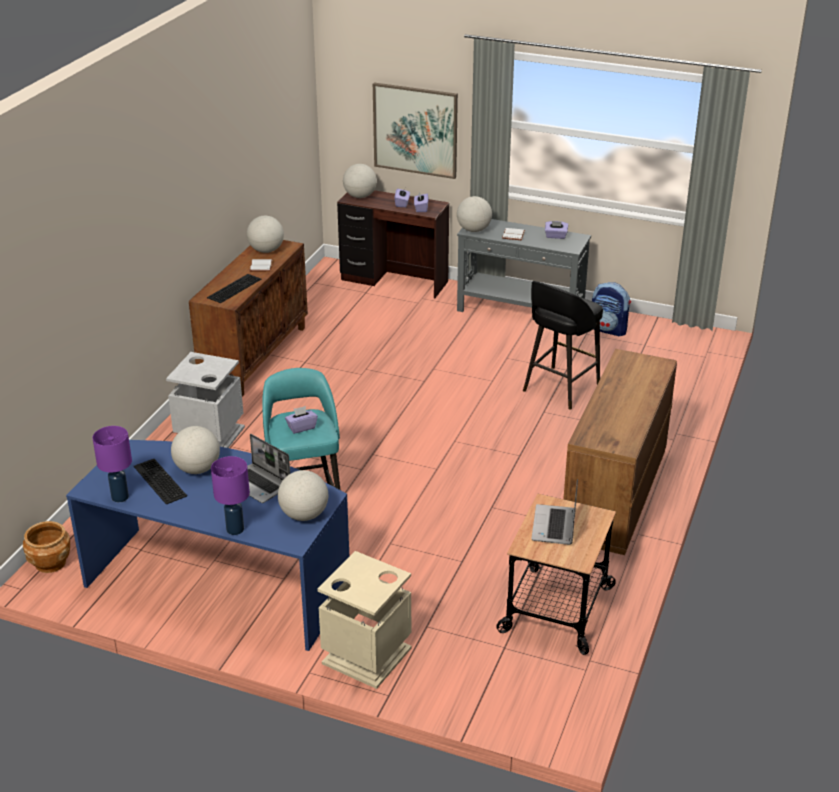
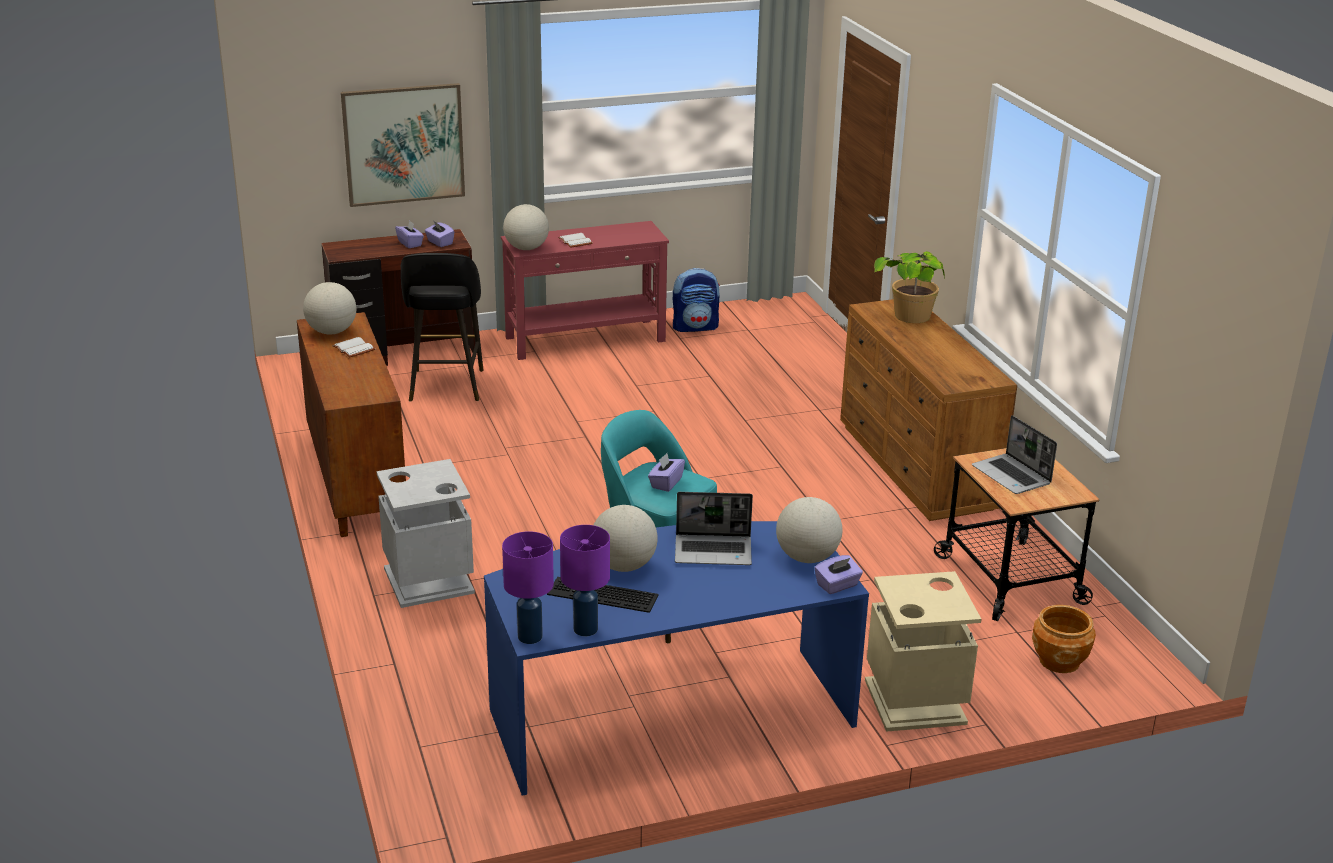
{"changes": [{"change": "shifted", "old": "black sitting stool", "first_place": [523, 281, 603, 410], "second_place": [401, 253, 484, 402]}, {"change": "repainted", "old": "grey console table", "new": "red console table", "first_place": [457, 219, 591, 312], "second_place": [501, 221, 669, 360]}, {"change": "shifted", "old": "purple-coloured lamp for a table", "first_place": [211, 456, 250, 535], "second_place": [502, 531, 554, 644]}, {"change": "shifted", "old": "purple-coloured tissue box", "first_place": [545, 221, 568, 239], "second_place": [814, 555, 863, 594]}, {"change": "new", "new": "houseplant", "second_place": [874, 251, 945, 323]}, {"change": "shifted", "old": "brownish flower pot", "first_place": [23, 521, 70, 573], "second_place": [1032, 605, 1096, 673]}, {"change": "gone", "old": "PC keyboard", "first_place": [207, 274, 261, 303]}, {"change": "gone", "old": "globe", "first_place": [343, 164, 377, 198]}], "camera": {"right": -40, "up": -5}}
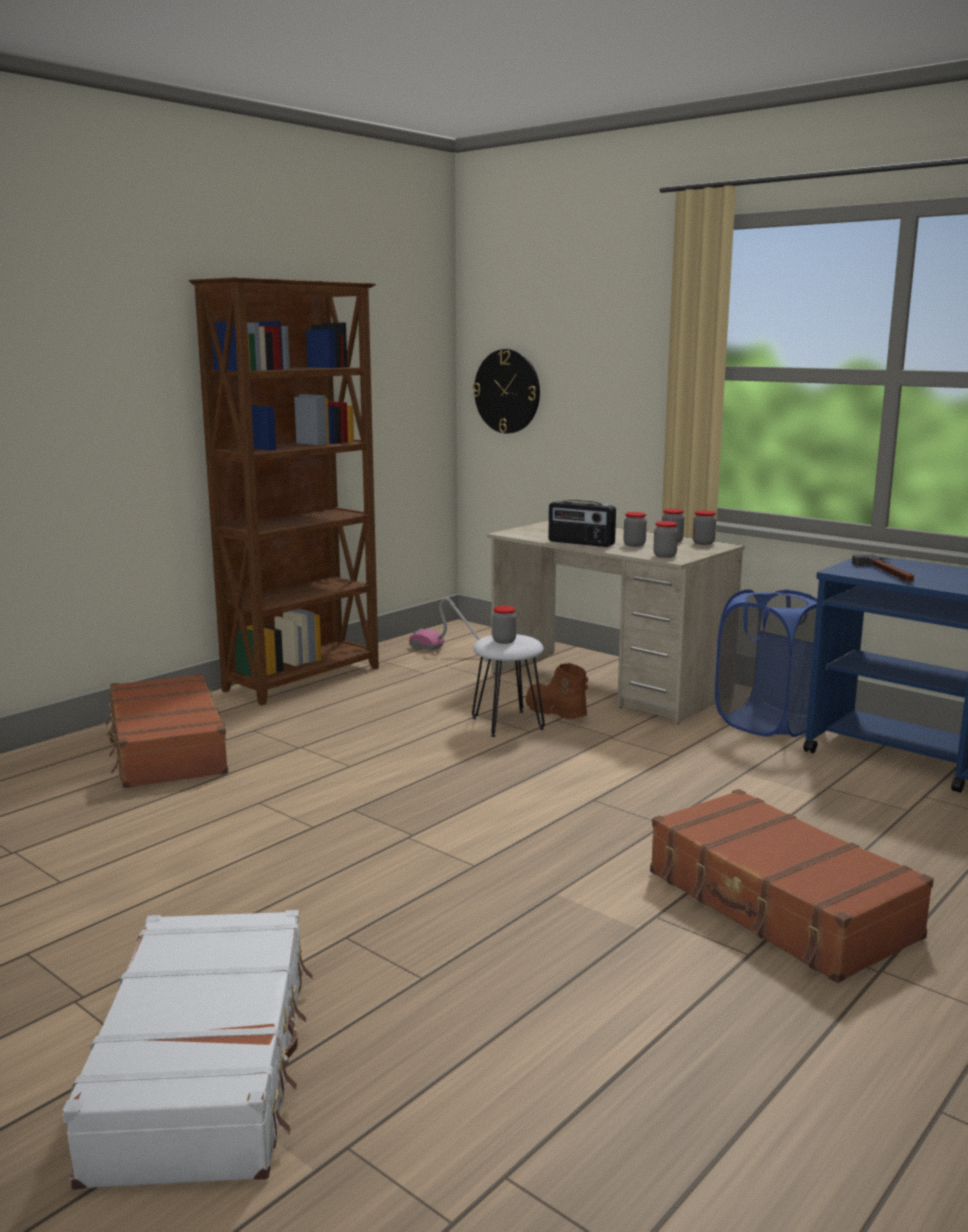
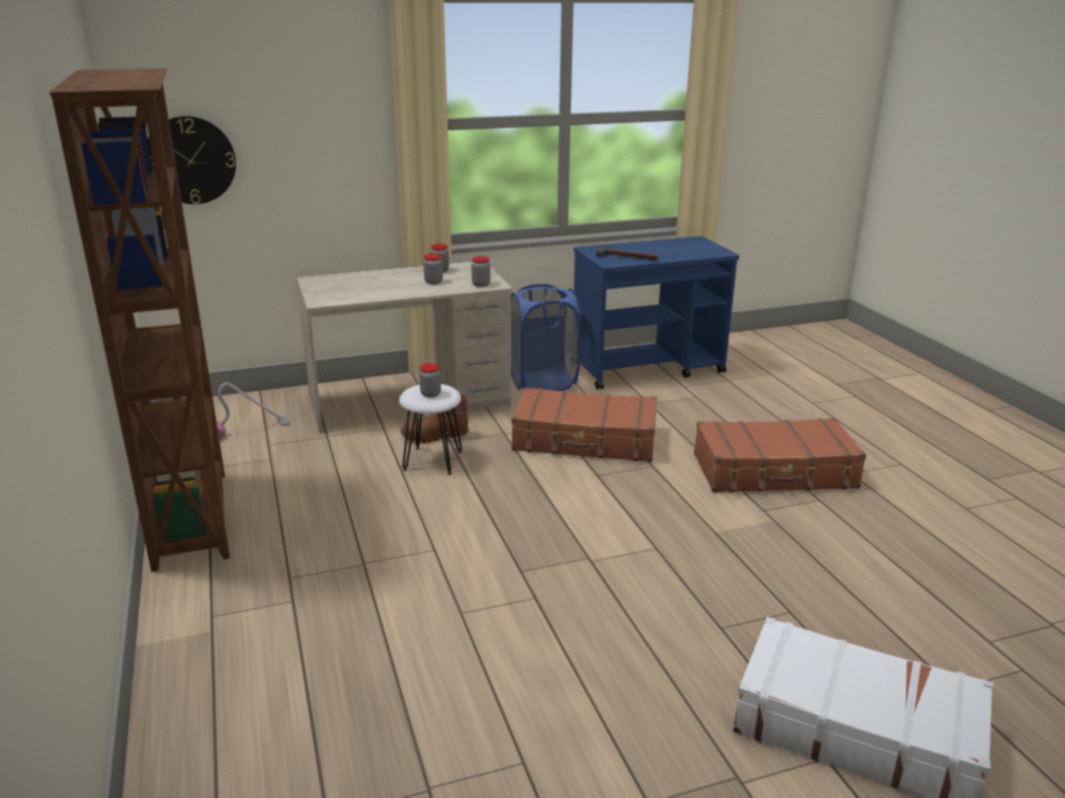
{"changes": [{"change": "shifted", "old": "brownish piece of luggage", "first_place": [106, 674, 228, 788], "second_place": [512, 387, 657, 462]}, {"change": "gone", "old": "radio", "first_place": [548, 500, 616, 547]}, {"change": "gone", "old": "preserve jar", "first_place": [693, 510, 716, 545]}], "camera": {"right": -60, "up": 10}}
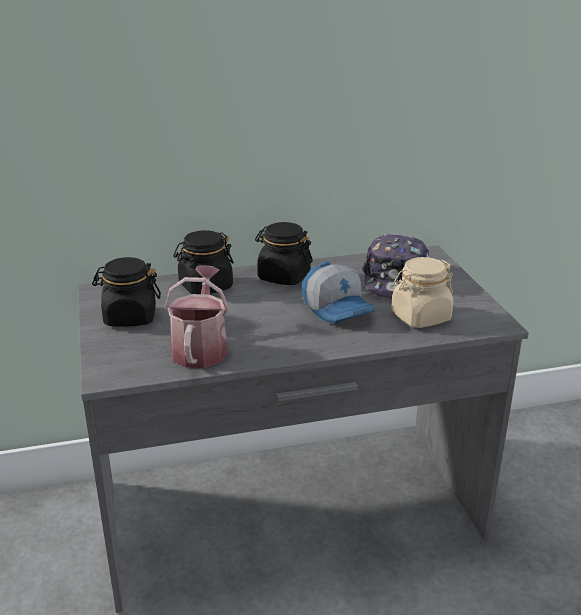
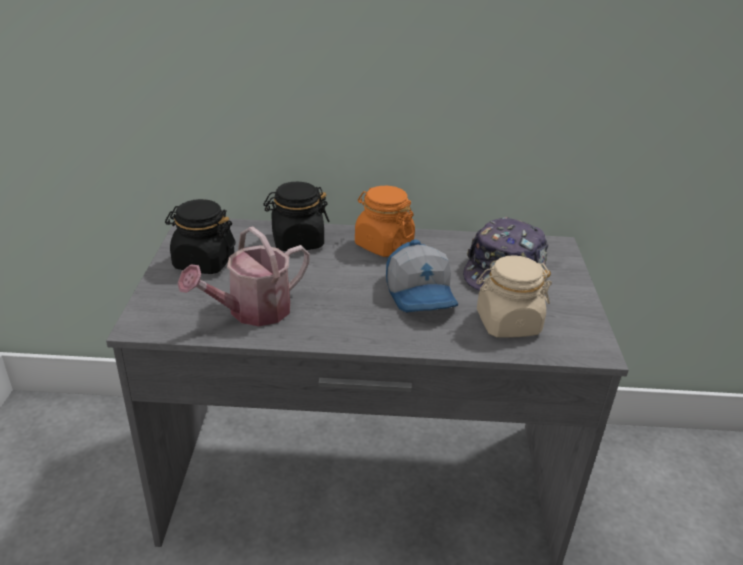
{"changes": [{"change": "rotated", "old": "watering can", "first_place": [164, 265, 229, 368], "second_place": [177, 226, 310, 326], "degrees": -150}, {"change": "repainted", "old": "black preserve jar", "new": "orangey preserve jar", "first_place": [255, 222, 313, 285], "second_place": [355, 186, 415, 257]}], "camera": {"right": 15, "up": 5}}
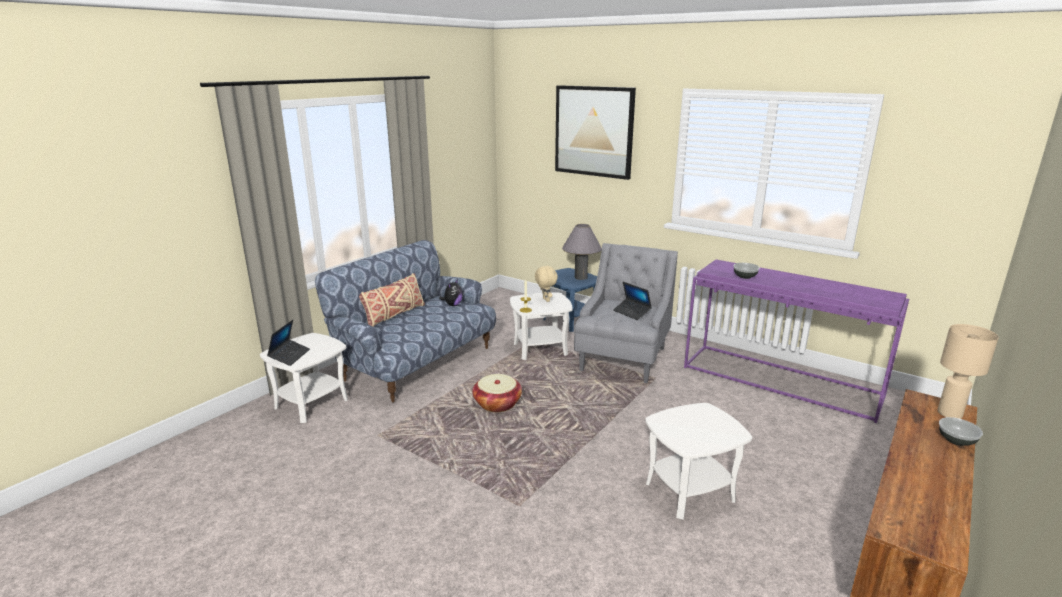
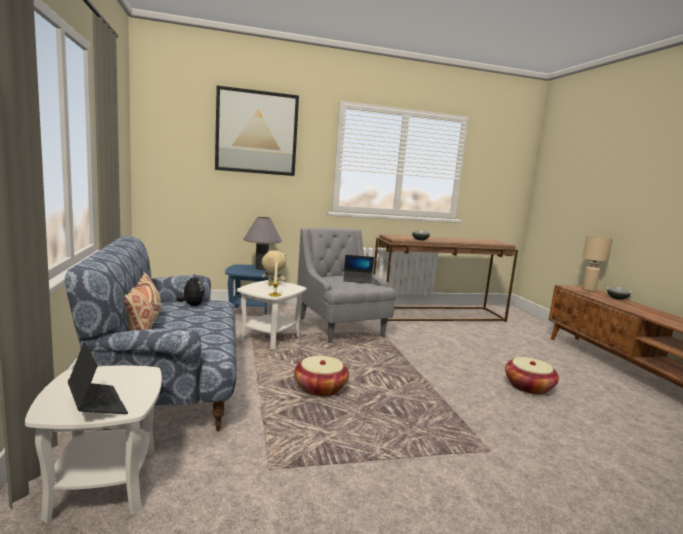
{"changes": [{"change": "repainted", "old": "purple-coloured console table", "new": "brownish console table", "first_place": [684, 260, 909, 423], "second_place": [373, 234, 518, 322]}, {"change": "swapped", "old": "whitish end table", "new": "basket", "first_place": [645, 403, 752, 520], "second_place": [505, 357, 559, 395]}], "camera": {"right": -50, "up": -10}}
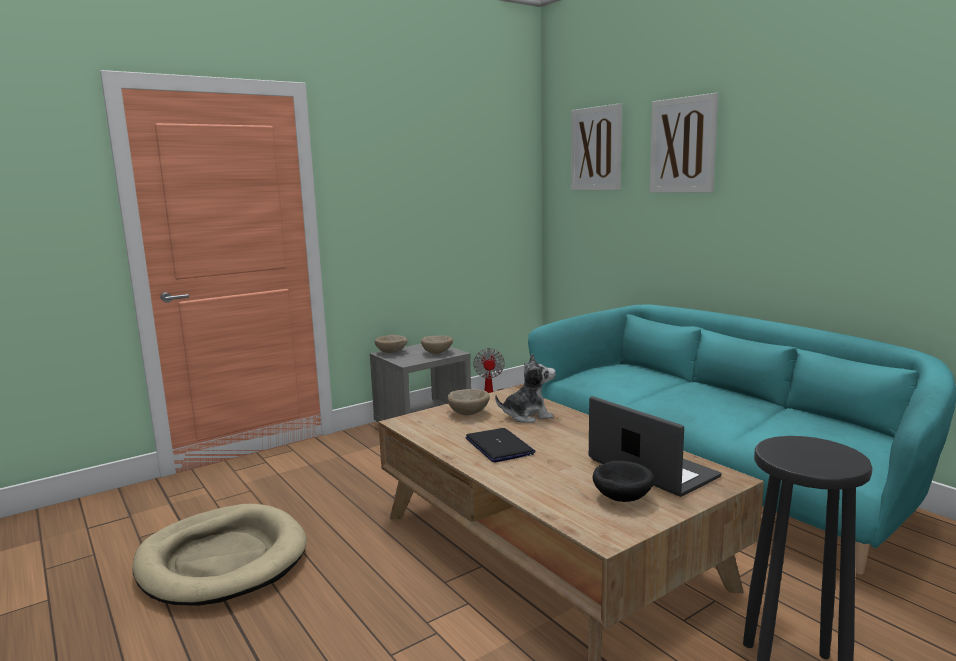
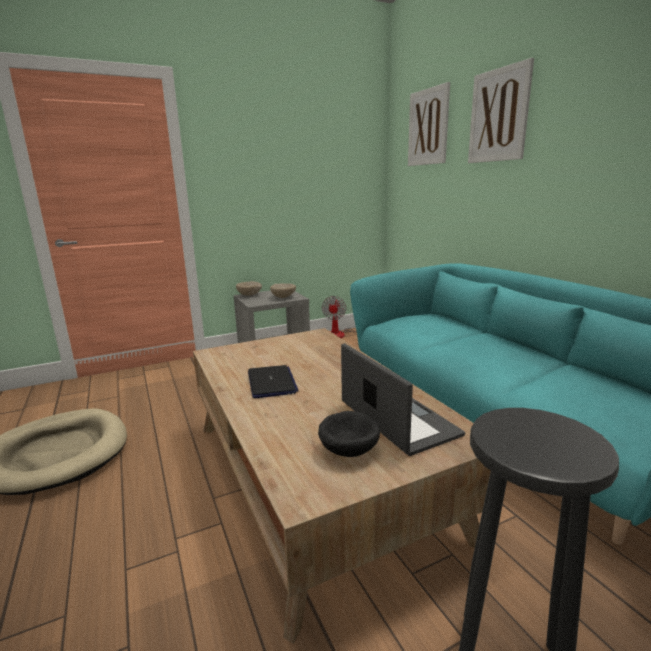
{"changes": [{"change": "gone", "old": "beige serving bowl", "first_place": [447, 389, 490, 415]}, {"change": "gone", "old": "plush toy", "first_place": [495, 353, 556, 423]}], "camera": {"right": 10, "up": 5}}
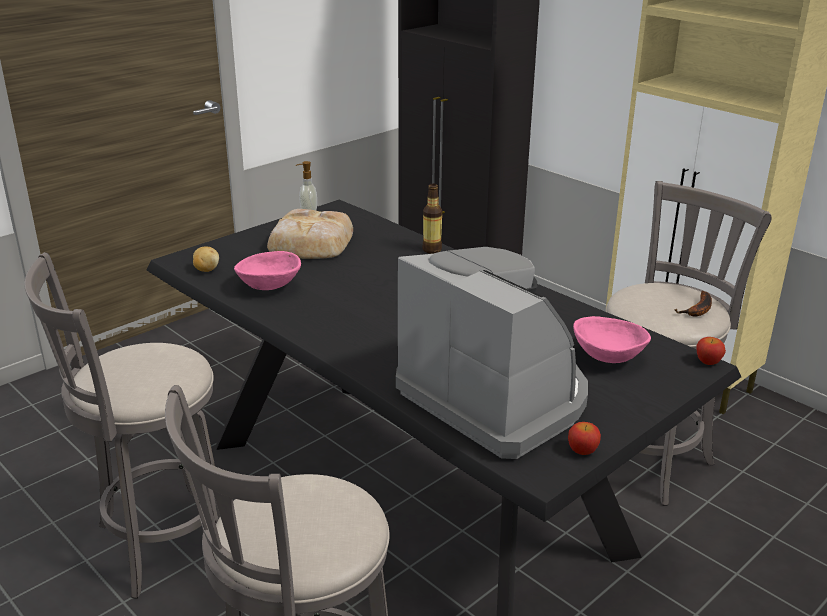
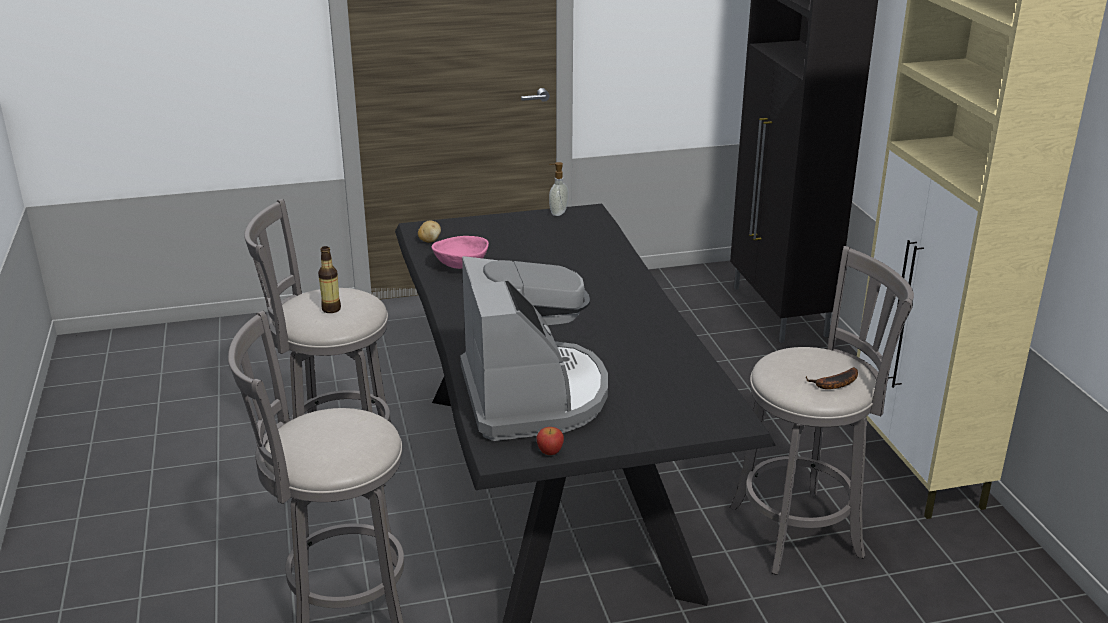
{"changes": [{"change": "shifted", "old": "drink bottle", "first_place": [422, 183, 442, 254], "second_place": [318, 246, 341, 313]}, {"change": "gone", "old": "bakery bread", "first_place": [267, 209, 353, 259]}, {"change": "gone", "old": "pinkish serving bowl", "first_place": [573, 316, 651, 363]}, {"change": "gone", "old": "whole apple", "first_place": [696, 337, 726, 365]}], "camera": {"right": 30, "up": 0}}
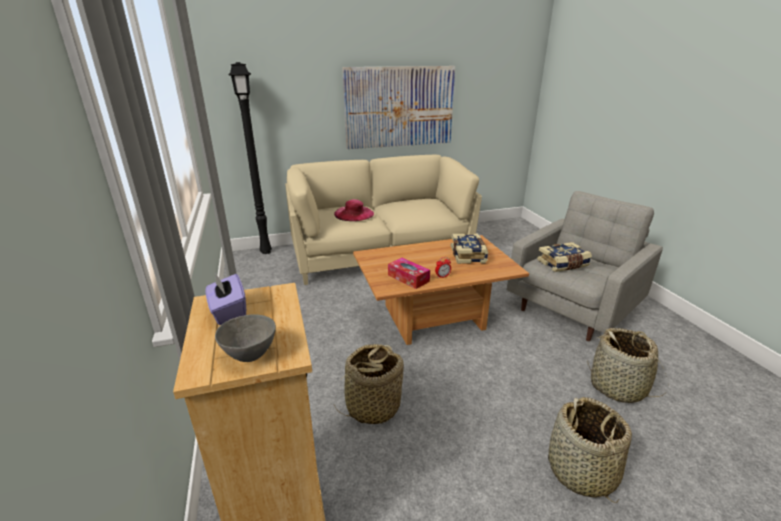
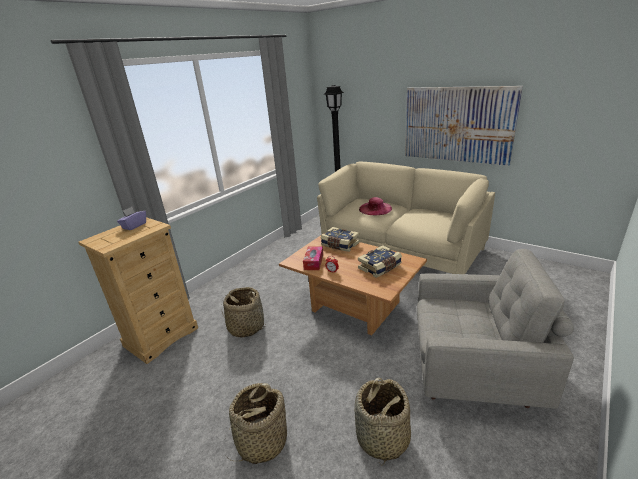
{"changes": [{"change": "shifted", "old": "book", "first_place": [537, 242, 592, 272], "second_place": [321, 227, 360, 252]}, {"change": "gone", "old": "grey serving bowl", "first_place": [215, 314, 276, 362]}], "camera": {"right": 55, "up": 0}}
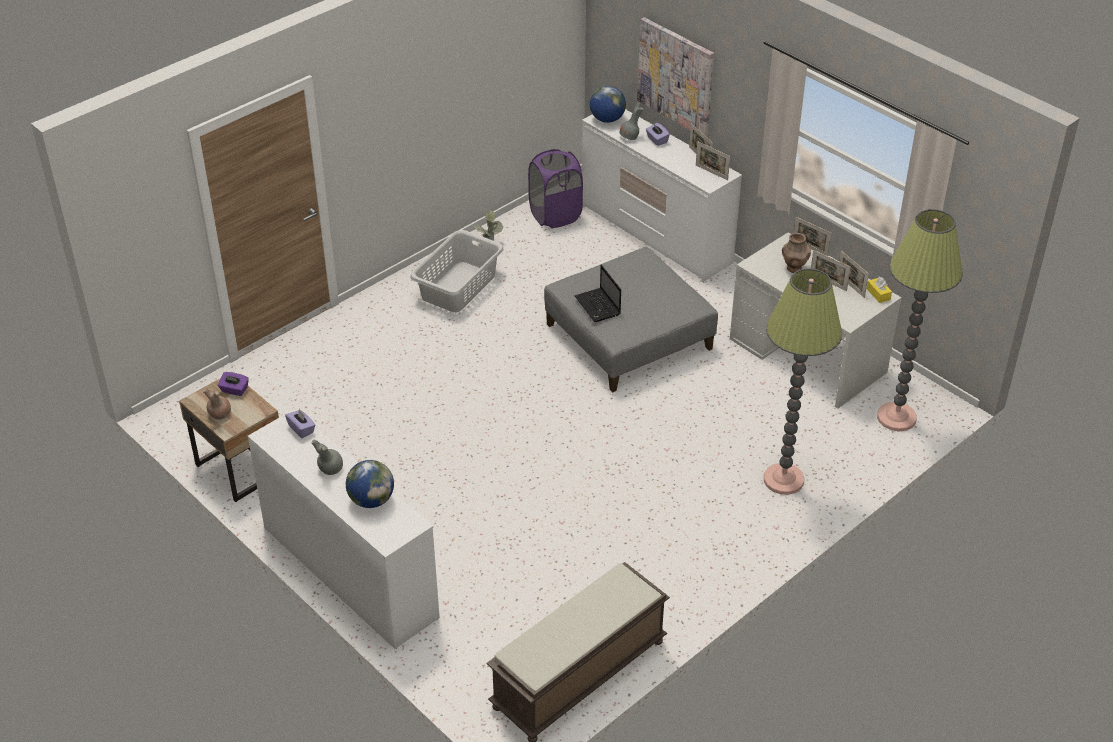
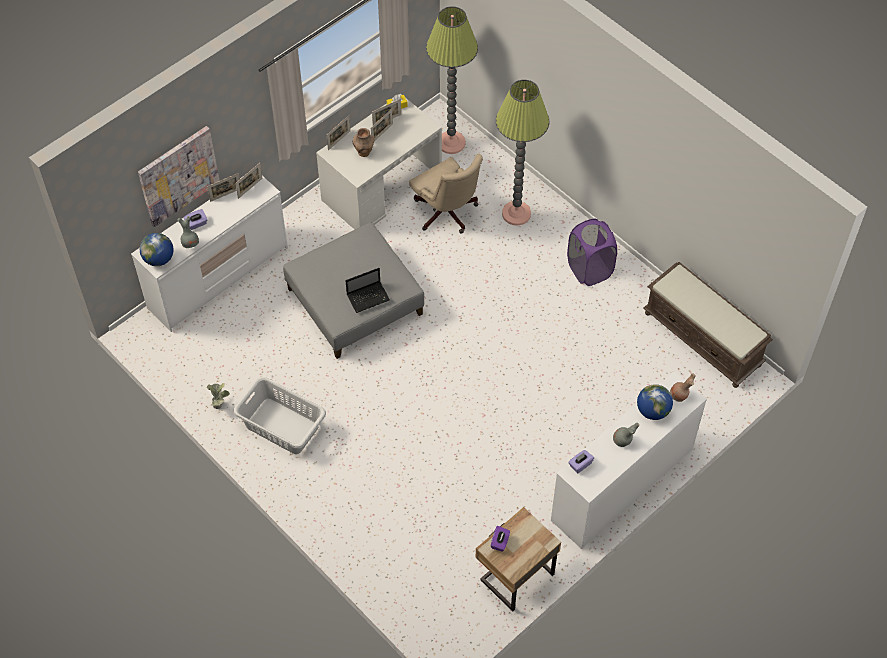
{"changes": [{"change": "new", "new": "beige desk chair", "second_place": [409, 154, 483, 234]}, {"change": "shifted", "old": "purple-coloured laundry basket", "first_place": [528, 149, 583, 228], "second_place": [567, 219, 617, 286]}, {"change": "shifted", "old": "brownish vase", "first_place": [203, 389, 231, 420], "second_place": [670, 373, 696, 402]}], "camera": {"right": -90, "up": 15}}
